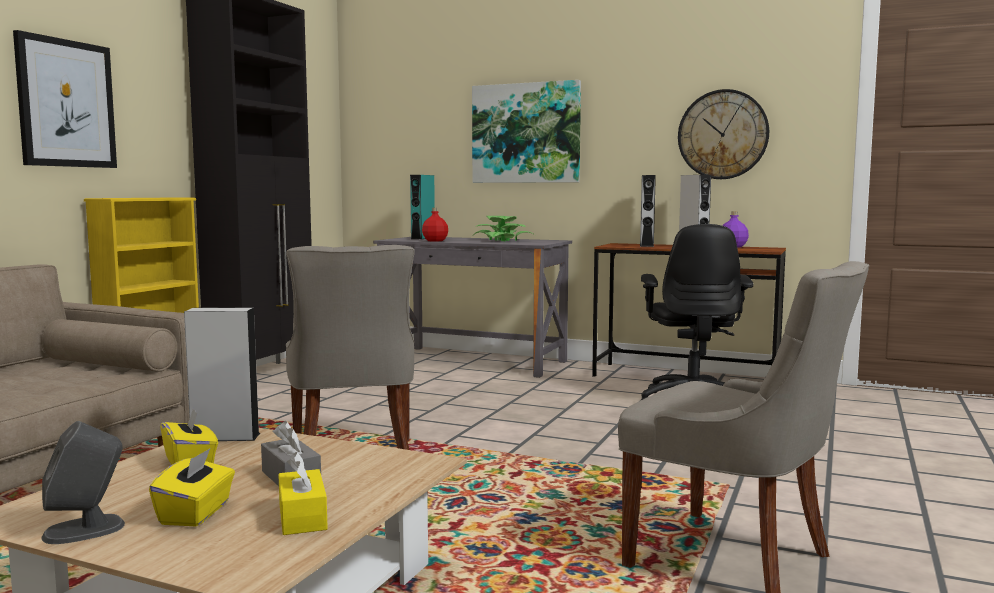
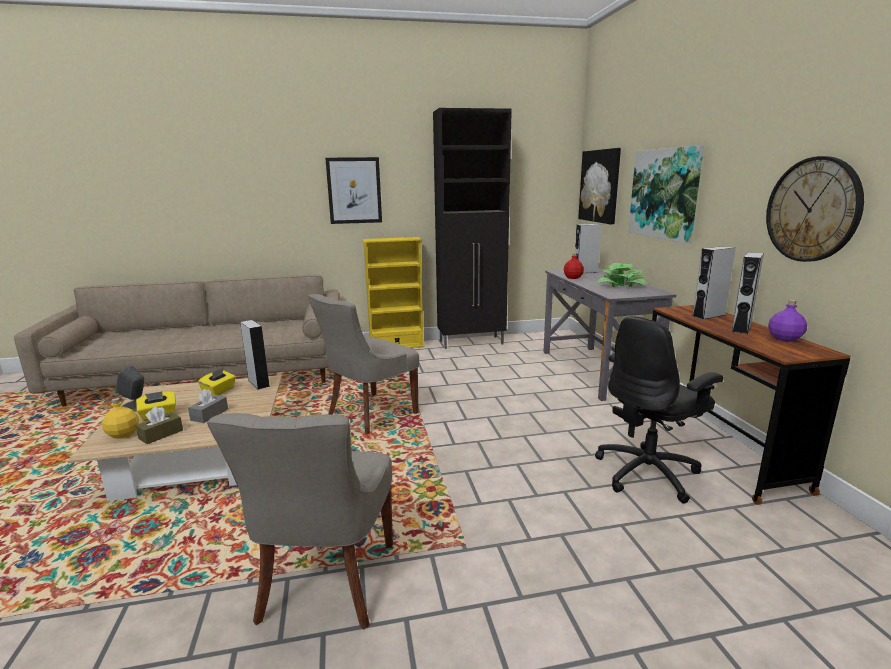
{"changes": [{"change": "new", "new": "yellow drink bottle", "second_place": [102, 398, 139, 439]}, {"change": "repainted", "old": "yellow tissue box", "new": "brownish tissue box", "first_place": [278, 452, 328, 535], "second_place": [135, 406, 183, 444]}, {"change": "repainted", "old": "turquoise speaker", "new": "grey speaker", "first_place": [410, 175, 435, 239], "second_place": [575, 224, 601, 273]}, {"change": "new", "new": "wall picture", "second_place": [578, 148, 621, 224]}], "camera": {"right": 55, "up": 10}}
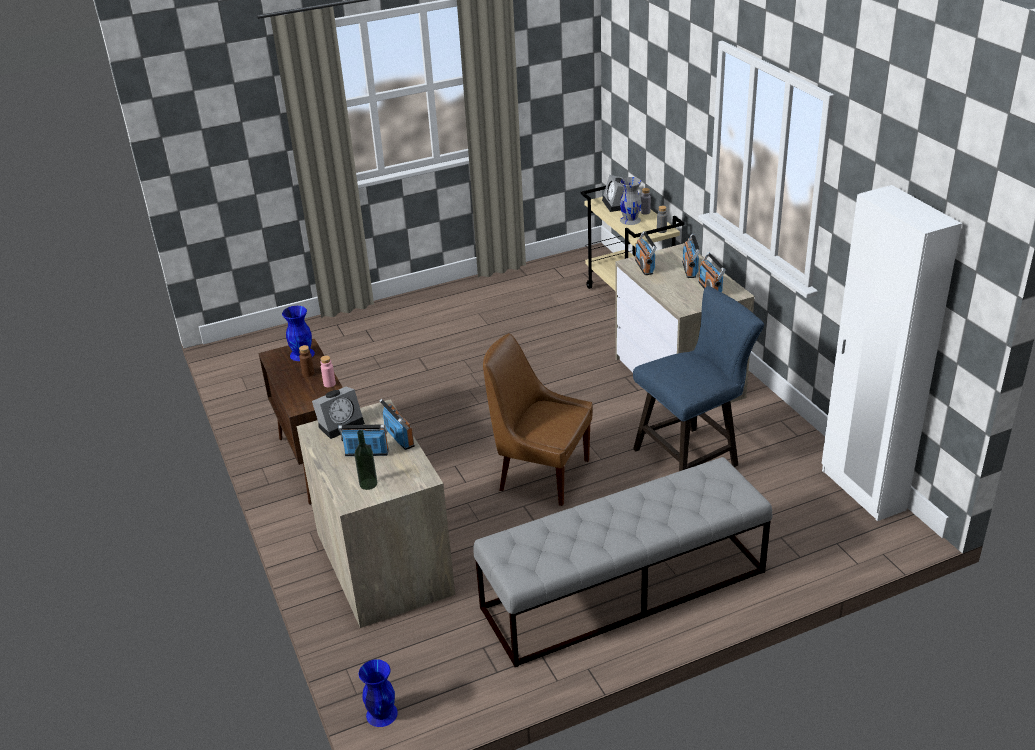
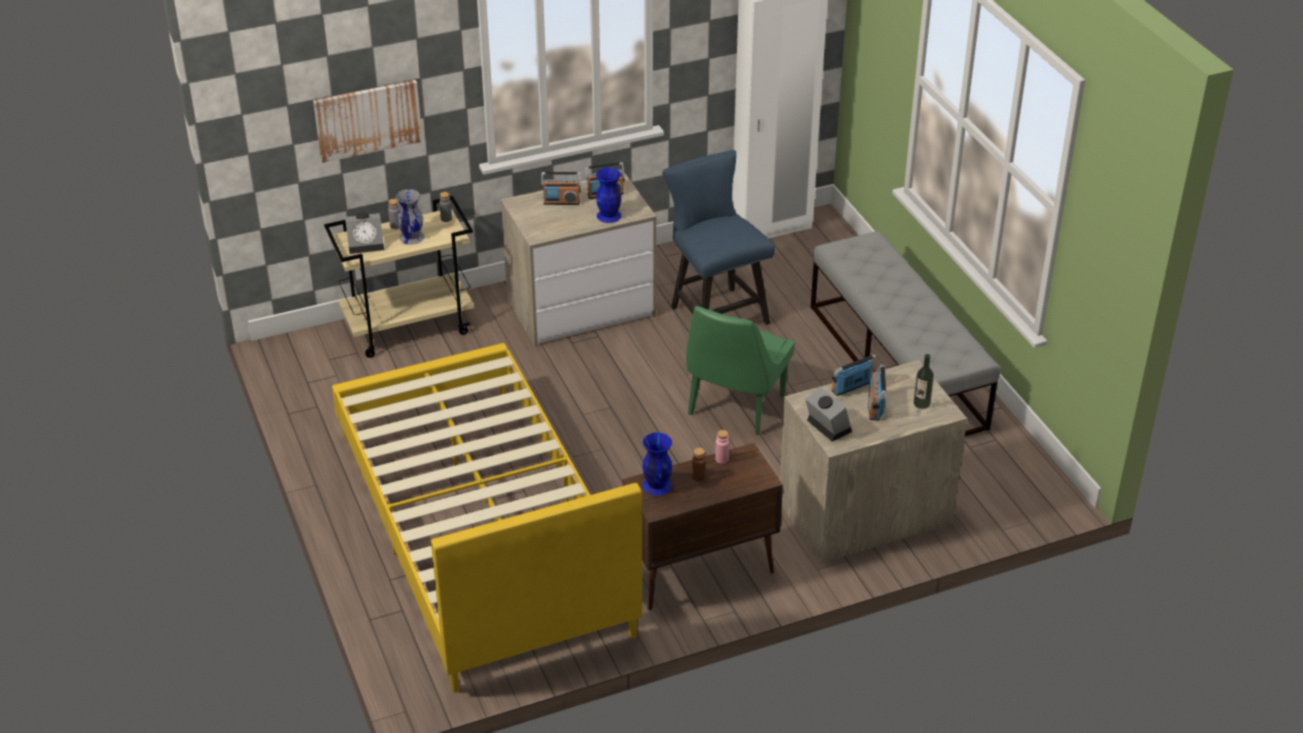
{"changes": [{"change": "new", "new": "wall picture", "second_place": [313, 80, 423, 163]}, {"change": "new", "new": "yellow sleeping bed", "second_place": [332, 343, 642, 693]}, {"change": "shifted", "old": "blue vase", "first_place": [359, 659, 398, 727], "second_place": [596, 168, 621, 223]}, {"change": "repainted", "old": "brownish chair", "new": "green-coloured chair", "first_place": [483, 333, 593, 506], "second_place": [686, 306, 795, 435]}, {"change": "gone", "old": "radio", "first_place": [635, 231, 657, 275]}], "camera": {"right": -90, "up": 5}}
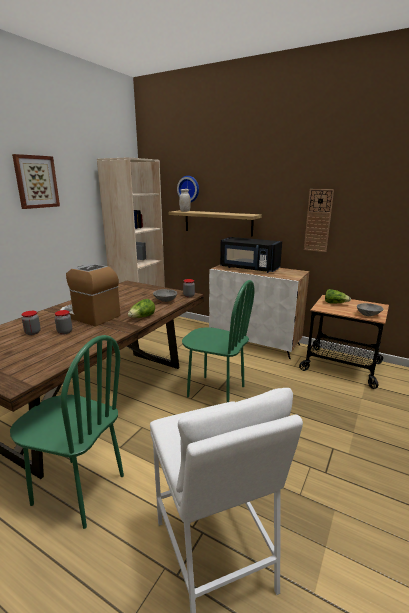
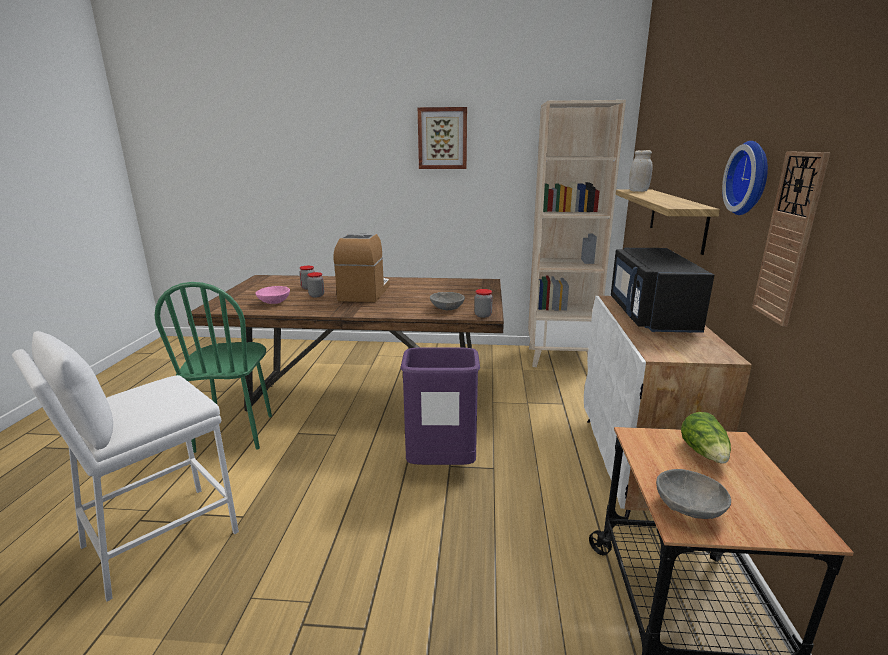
{"changes": [{"change": "new", "new": "pinkish serving bowl", "second_place": [255, 286, 290, 304]}, {"change": "swapped", "old": "green-coloured chair", "new": "purple-coloured rubbish bin", "first_place": [182, 280, 255, 402], "second_place": [400, 347, 480, 465]}, {"change": "shifted", "old": "hanging clock", "first_place": [177, 176, 199, 202], "second_place": [722, 141, 768, 215]}, {"change": "gone", "old": "lettuce head", "first_place": [128, 299, 155, 318]}], "camera": {"right": 65, "up": 0}}
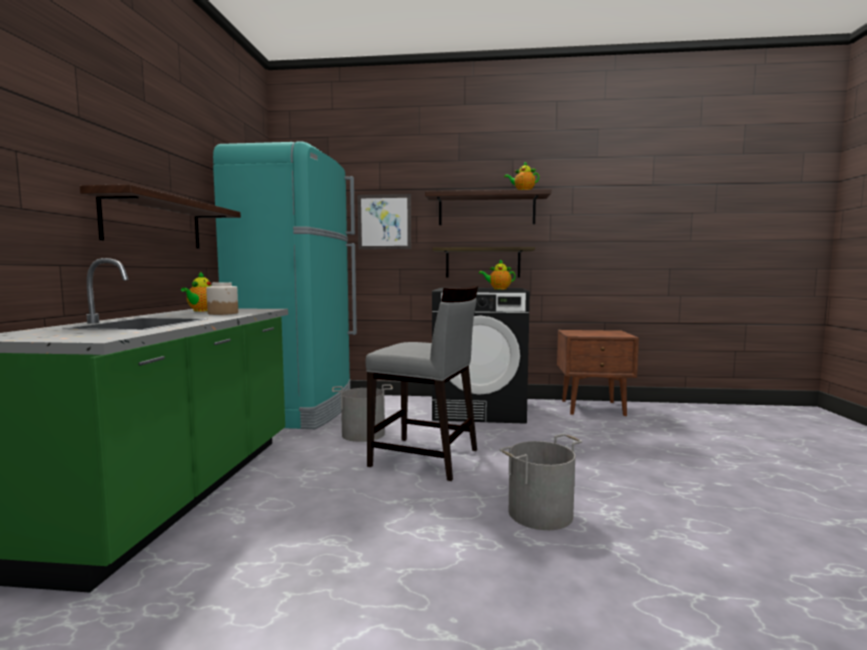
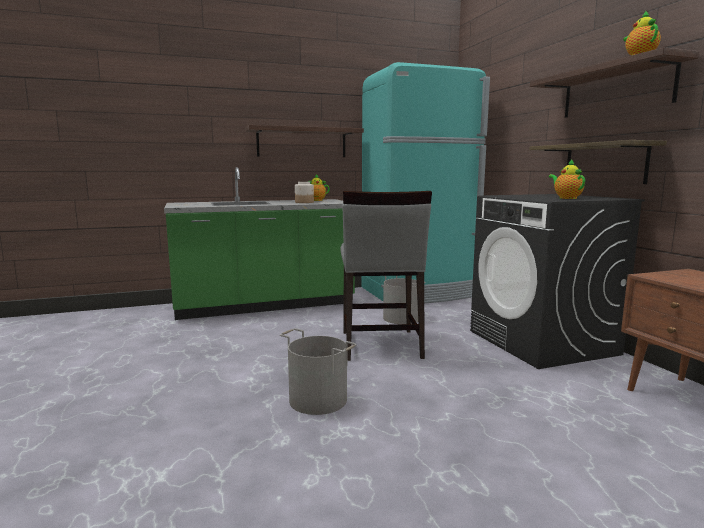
{"changes": [{"change": "gone", "old": "wall picture", "first_place": [358, 194, 411, 249]}], "camera": {"right": 65, "up": 5}}
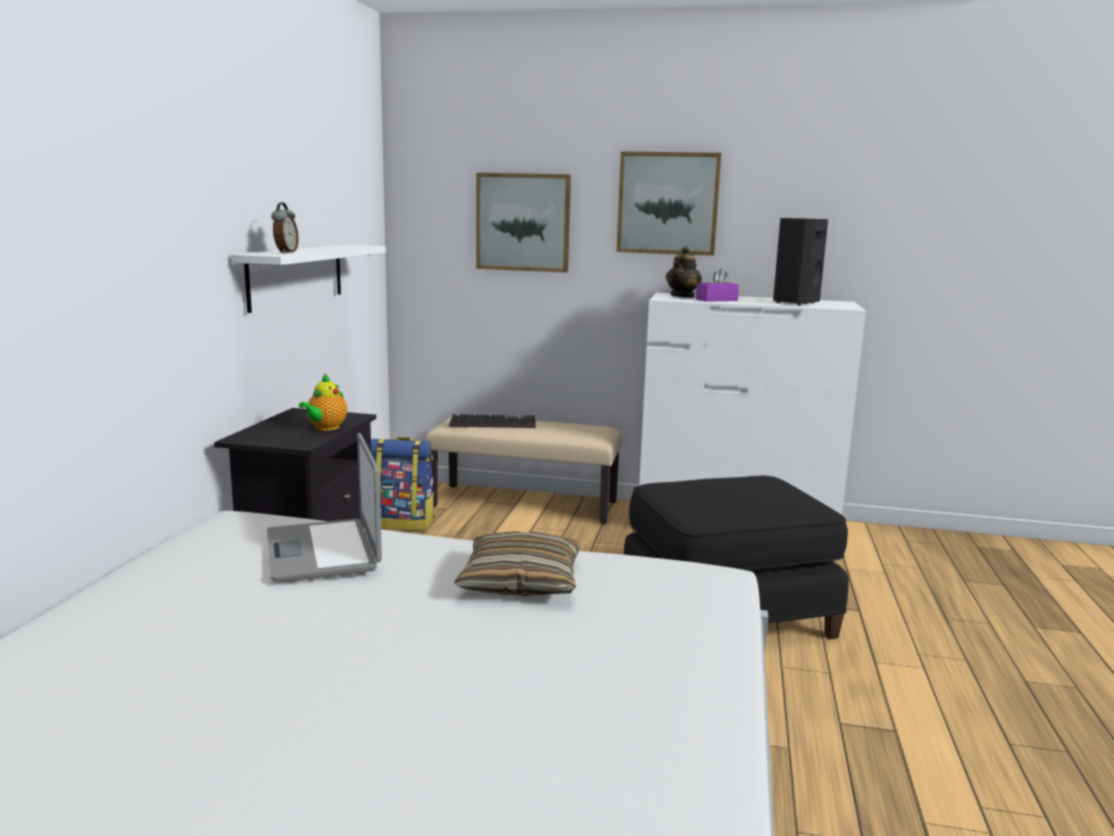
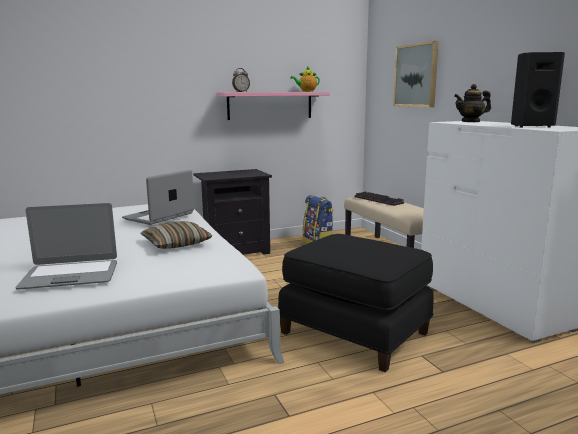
{"changes": [{"change": "new", "new": "notebook computer", "second_place": [16, 203, 117, 290]}, {"change": "repainted", "old": "whitish wall shelf", "new": "pinkish wall shelf", "first_place": [231, 245, 386, 313], "second_place": [217, 92, 330, 120]}, {"change": "shifted", "old": "tea pot", "first_place": [299, 373, 347, 431], "second_place": [290, 66, 320, 92]}, {"change": "gone", "old": "wall picture", "first_place": [617, 151, 721, 256]}, {"change": "gone", "old": "purple-coloured tissue box", "first_place": [696, 268, 739, 302]}], "camera": {"right": 55, "up": 0}}
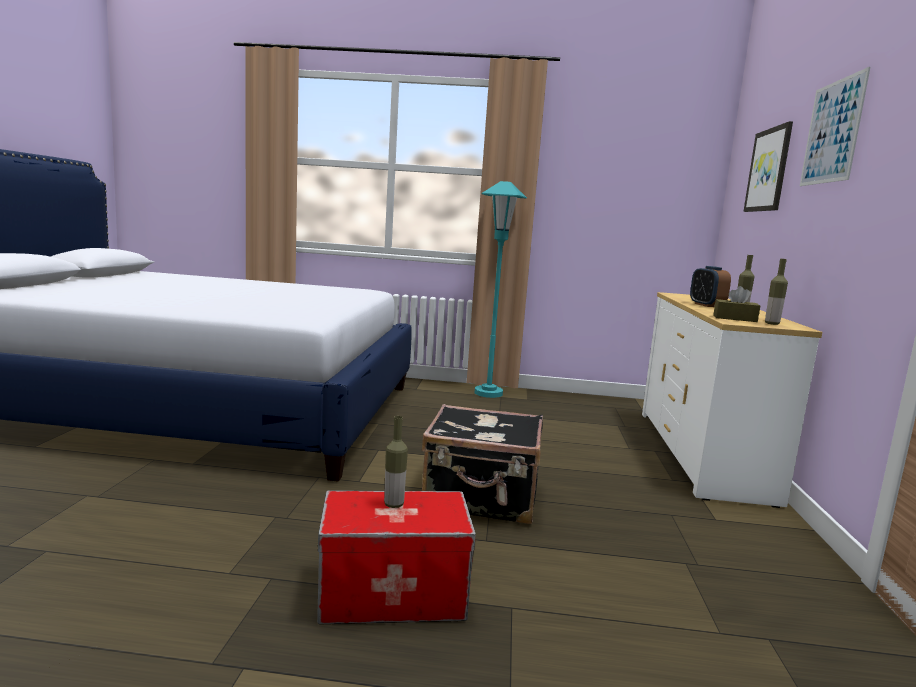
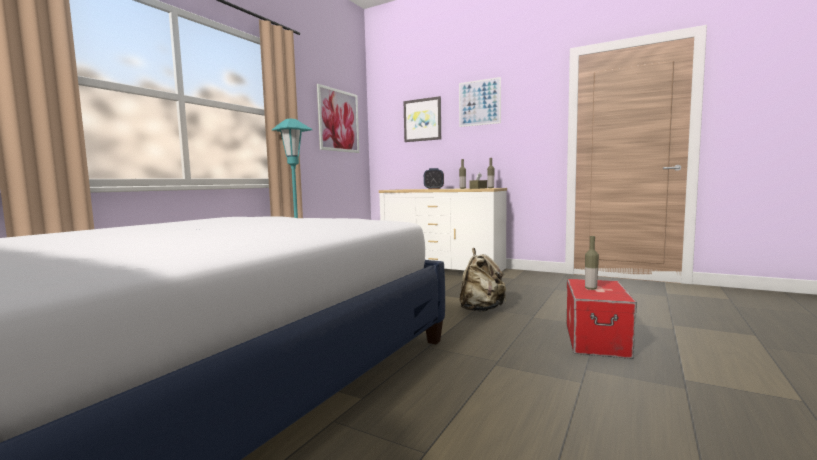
{"changes": [{"change": "new", "new": "wall picture", "second_place": [317, 84, 359, 153]}, {"change": "swapped", "old": "black piece of luggage", "new": "beige backpack", "first_place": [422, 404, 543, 524], "second_place": [460, 248, 506, 312]}], "camera": {"right": -65, "up": -5}}
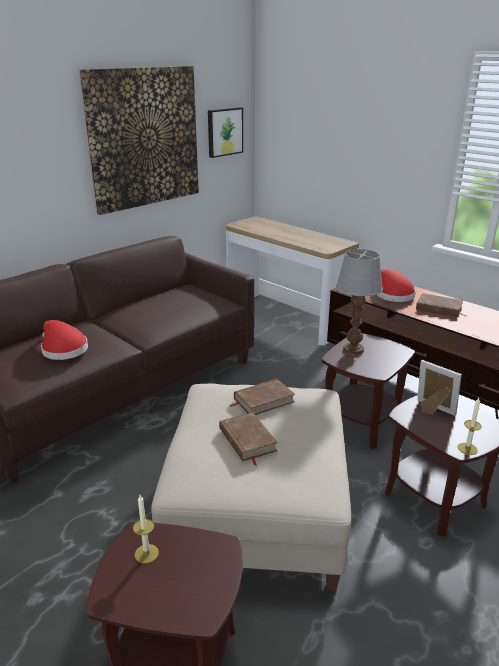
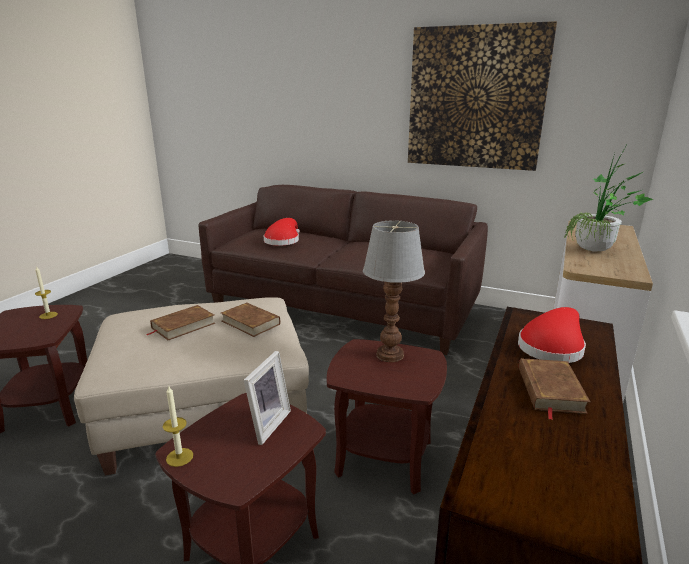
{"changes": [{"change": "new", "new": "houseplant", "second_place": [565, 143, 654, 252]}, {"change": "gone", "old": "wall picture", "first_place": [208, 107, 243, 158]}], "camera": {"right": 70, "up": -5}}
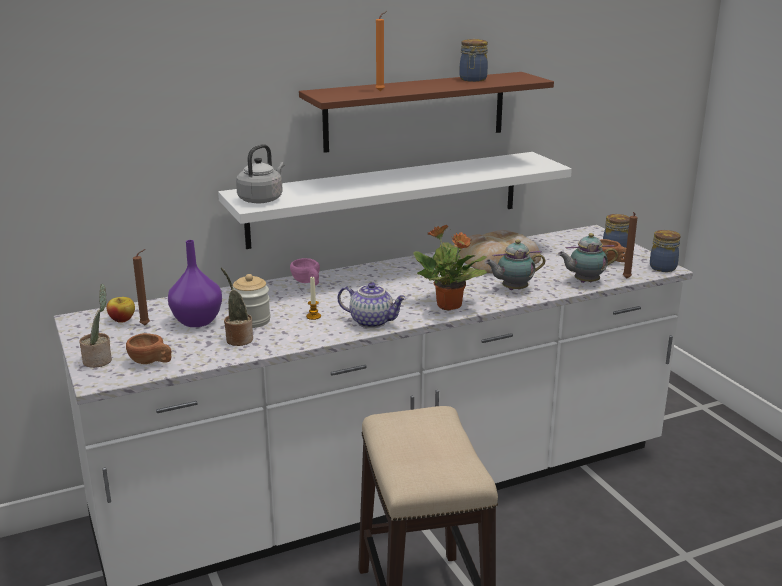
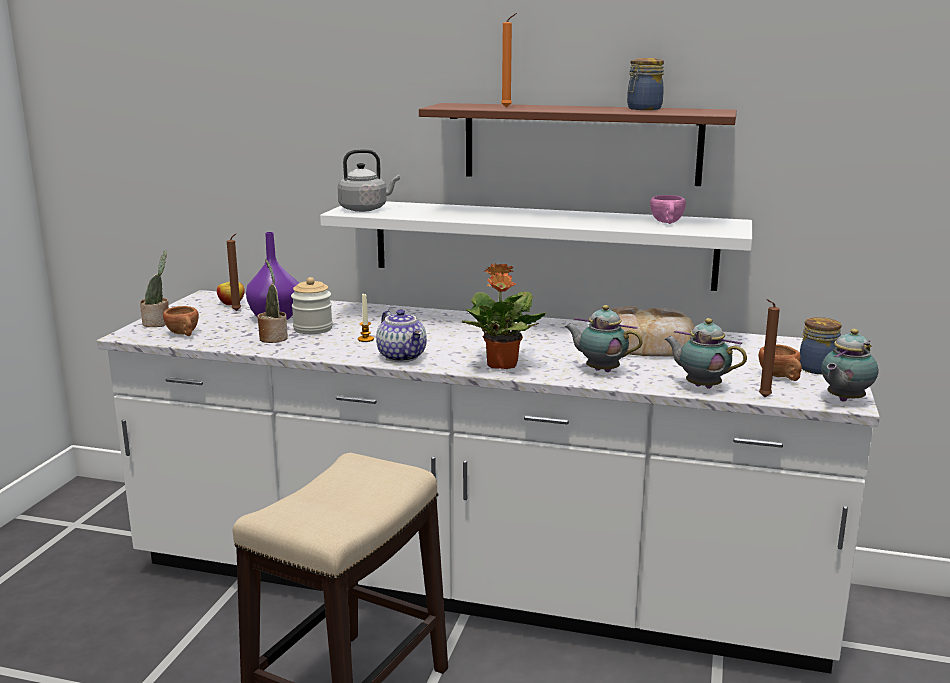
{"changes": [{"change": "shifted", "old": "pinkish small cup", "first_place": [290, 258, 320, 285], "second_place": [650, 195, 686, 224]}, {"change": "swapped", "old": "preserve jar", "new": "tea pot", "first_place": [650, 230, 681, 272], "second_place": [821, 329, 878, 402]}], "camera": {"right": 40, "up": -5}}
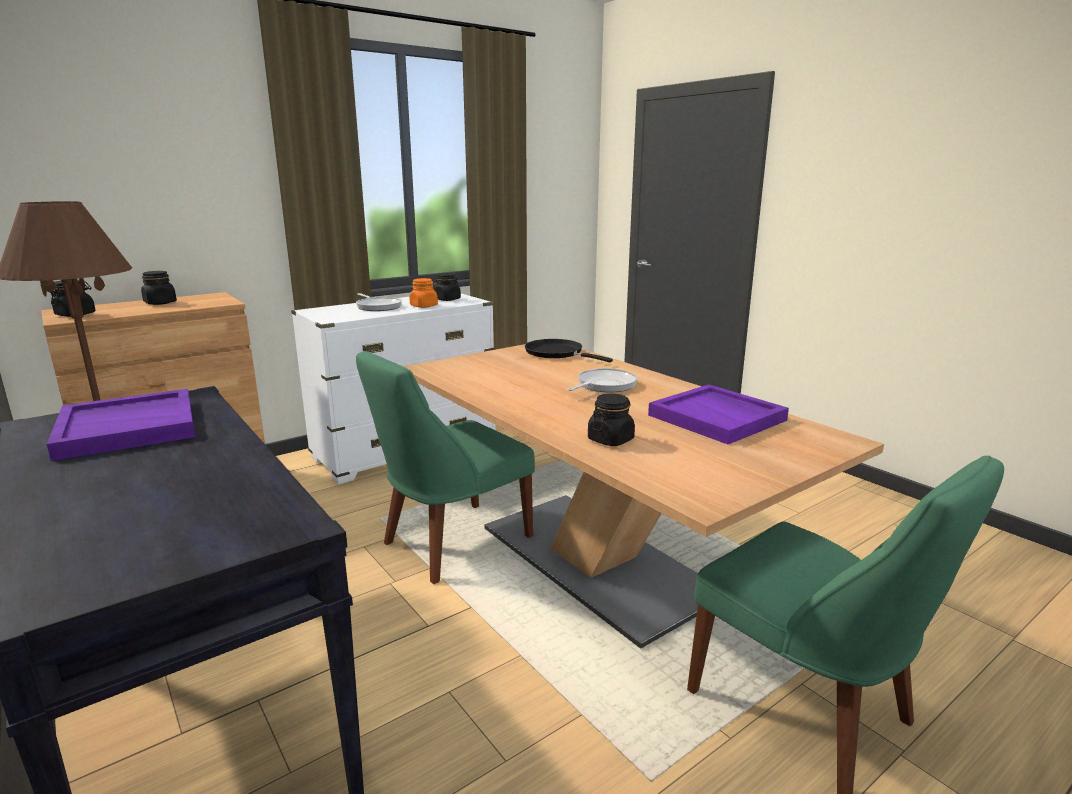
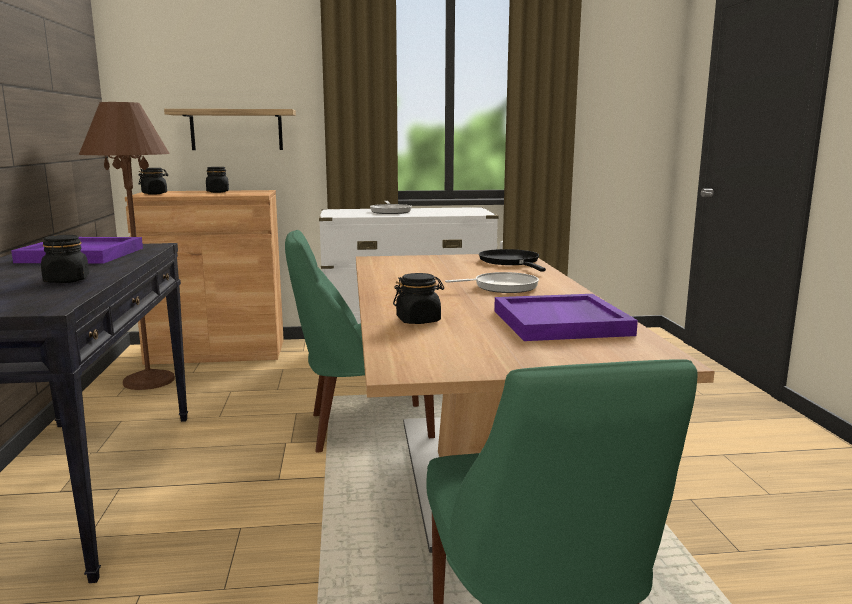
{"changes": [{"change": "shifted", "old": "black preserve jar", "first_place": [434, 273, 461, 301], "second_place": [41, 235, 89, 283]}, {"change": "new", "new": "wall shelf", "second_place": [164, 109, 296, 150]}, {"change": "gone", "old": "orangey preserve jar", "first_place": [409, 278, 438, 308]}], "camera": {"right": 30, "up": -5}}
